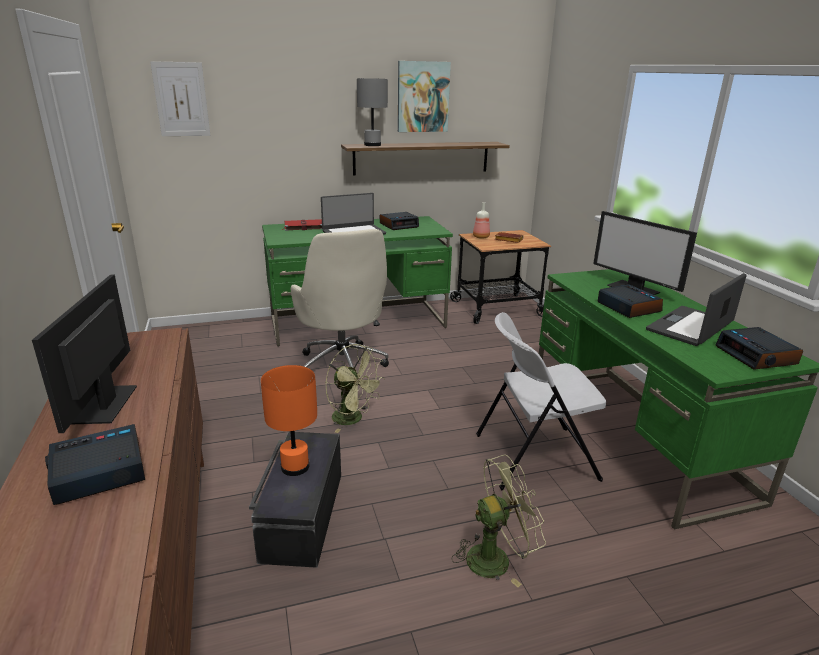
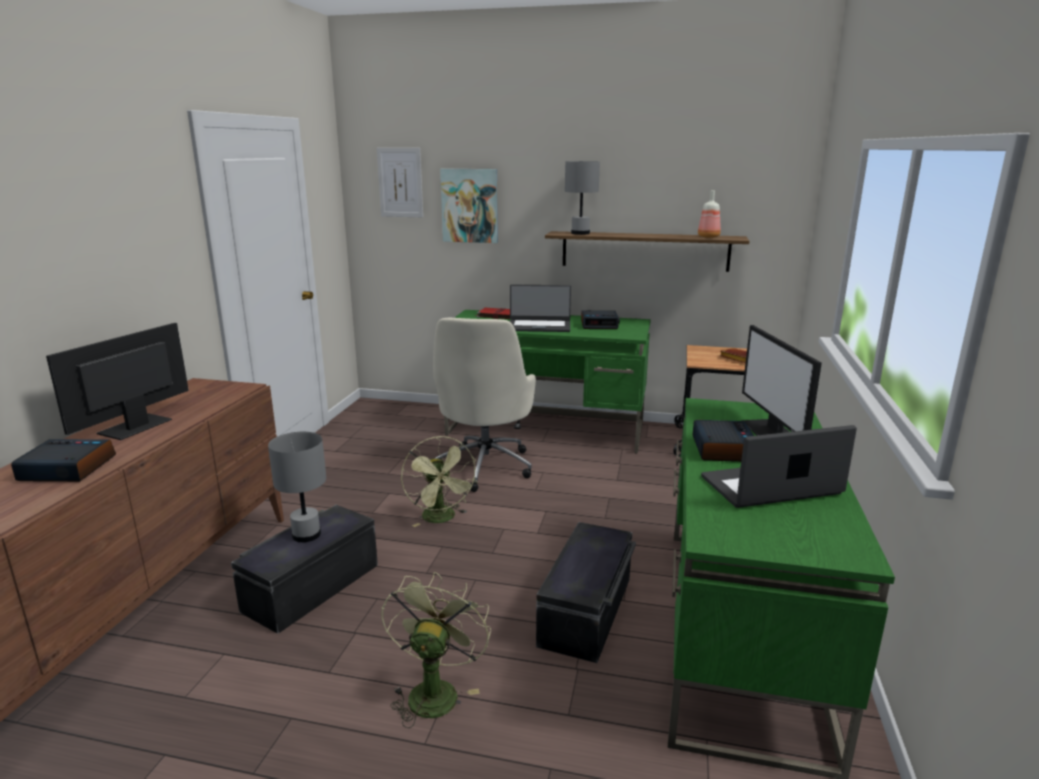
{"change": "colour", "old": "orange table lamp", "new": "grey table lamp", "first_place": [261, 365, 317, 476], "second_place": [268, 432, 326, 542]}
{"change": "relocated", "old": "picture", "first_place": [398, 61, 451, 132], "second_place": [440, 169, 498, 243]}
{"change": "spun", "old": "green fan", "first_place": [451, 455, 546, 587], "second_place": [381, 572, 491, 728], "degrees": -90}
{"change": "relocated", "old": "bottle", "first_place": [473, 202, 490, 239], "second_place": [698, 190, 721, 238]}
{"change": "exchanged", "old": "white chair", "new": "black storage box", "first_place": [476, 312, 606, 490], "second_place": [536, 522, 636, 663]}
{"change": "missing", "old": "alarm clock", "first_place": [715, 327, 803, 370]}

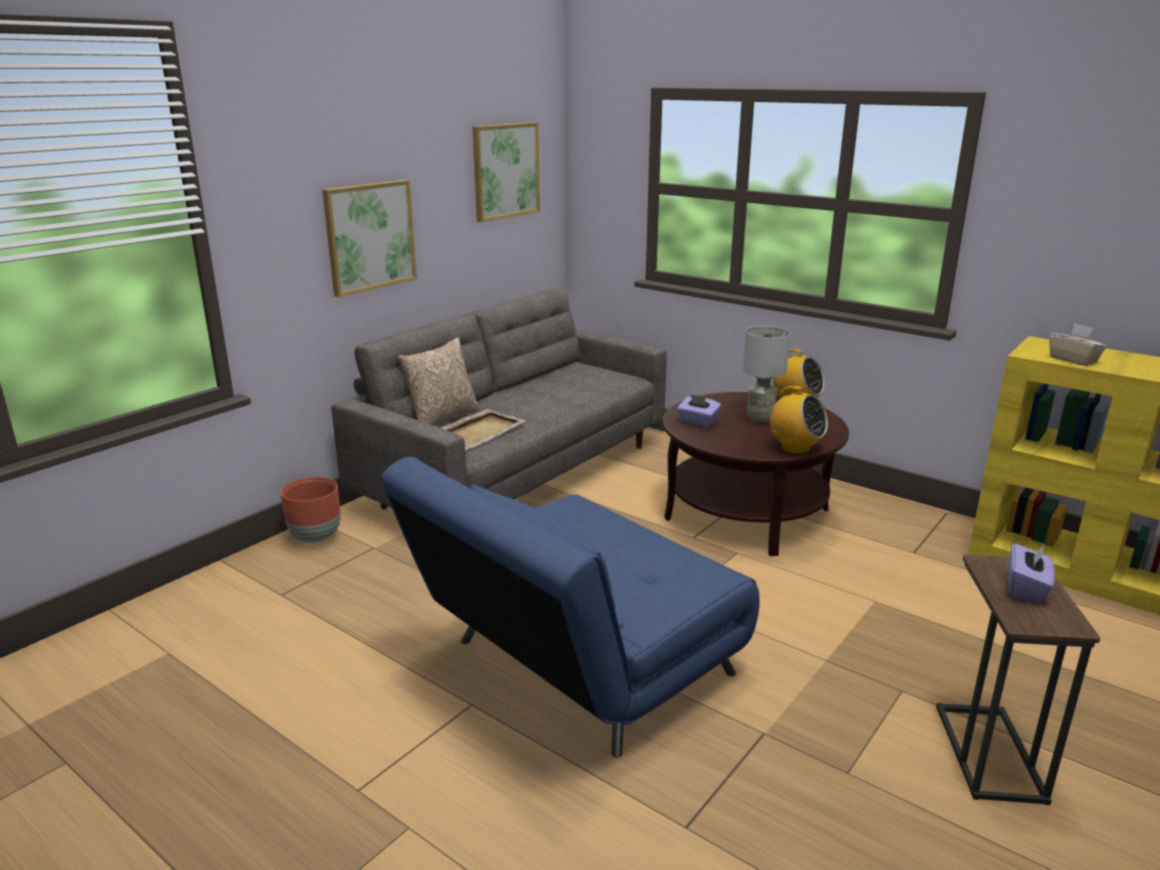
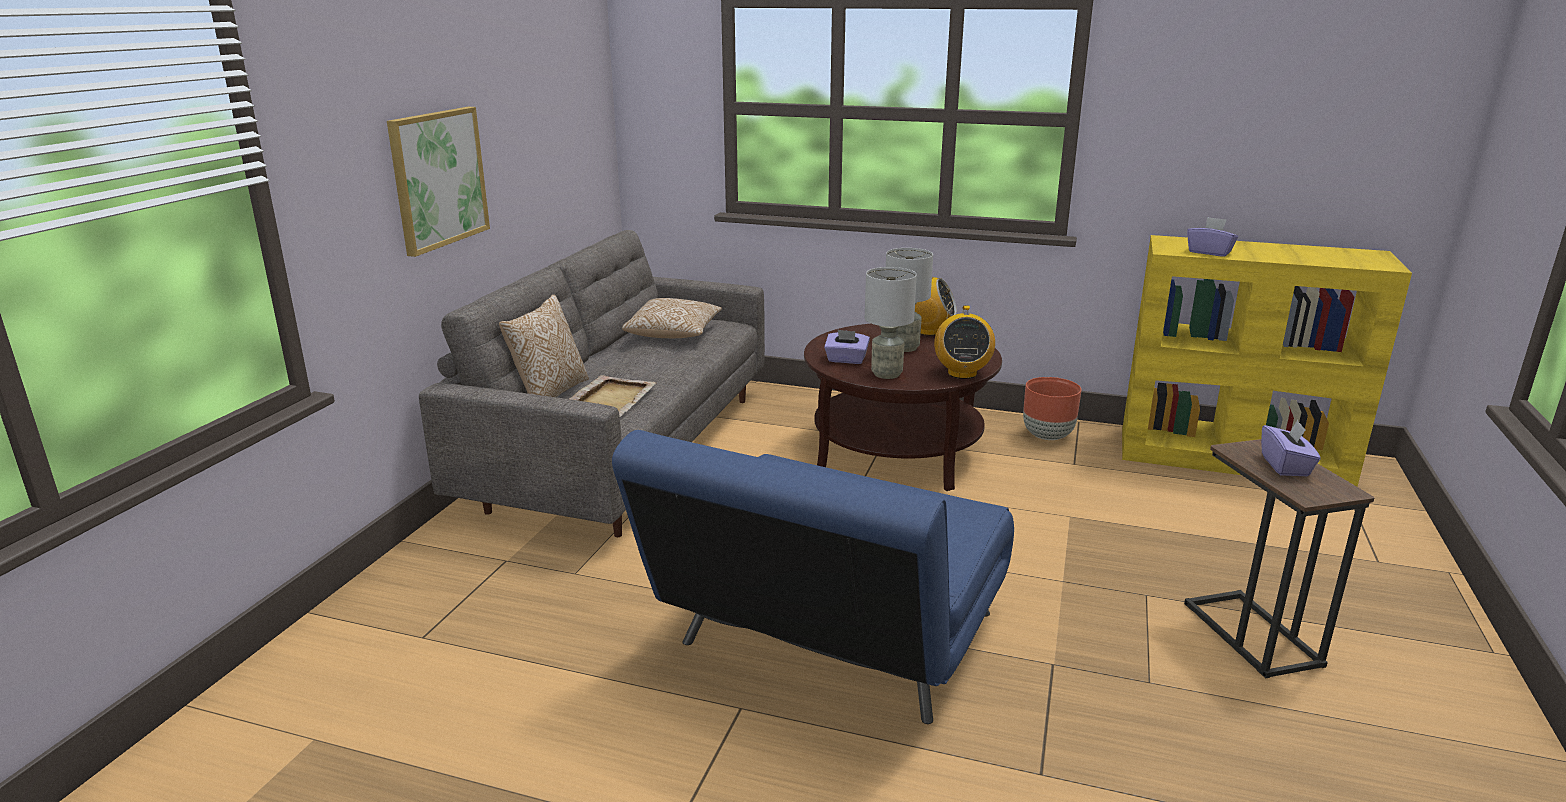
{"change": "relocated", "old": "brown planter", "first_place": [281, 477, 341, 543], "second_place": [1023, 377, 1081, 440]}
{"change": "missing", "old": "picture", "first_place": [473, 122, 540, 222]}
{"change": "spun", "old": "radio", "first_place": [767, 386, 828, 454], "second_place": [934, 305, 995, 379], "degrees": 75}
{"change": "colour", "old": "beige tissue box", "new": "purple tissue box", "first_place": [1049, 323, 1106, 366], "second_place": [1187, 217, 1238, 257]}
{"change": "appeared", "new": "pillow", "second_place": [622, 298, 722, 338]}
{"change": "appeared", "new": "grey table lamp", "second_place": [865, 267, 917, 379]}

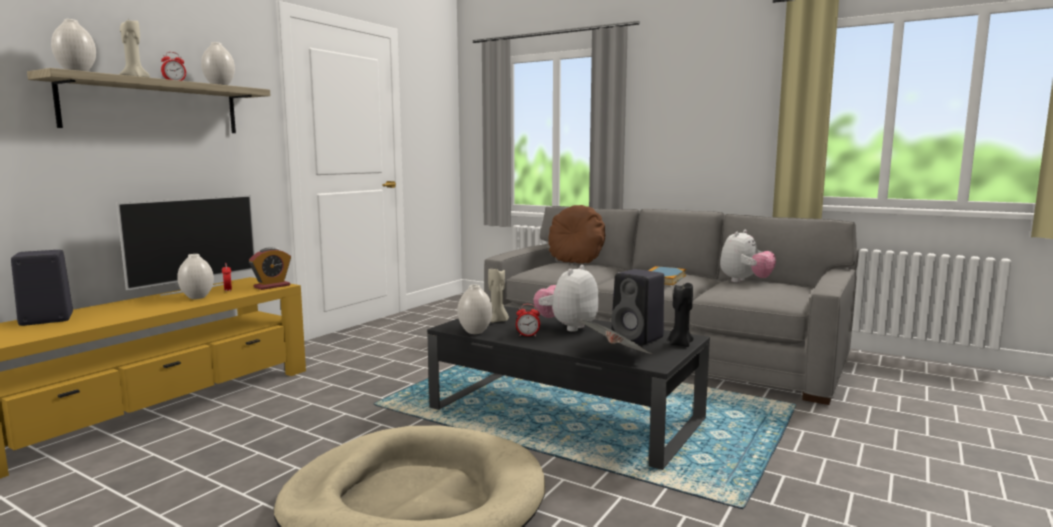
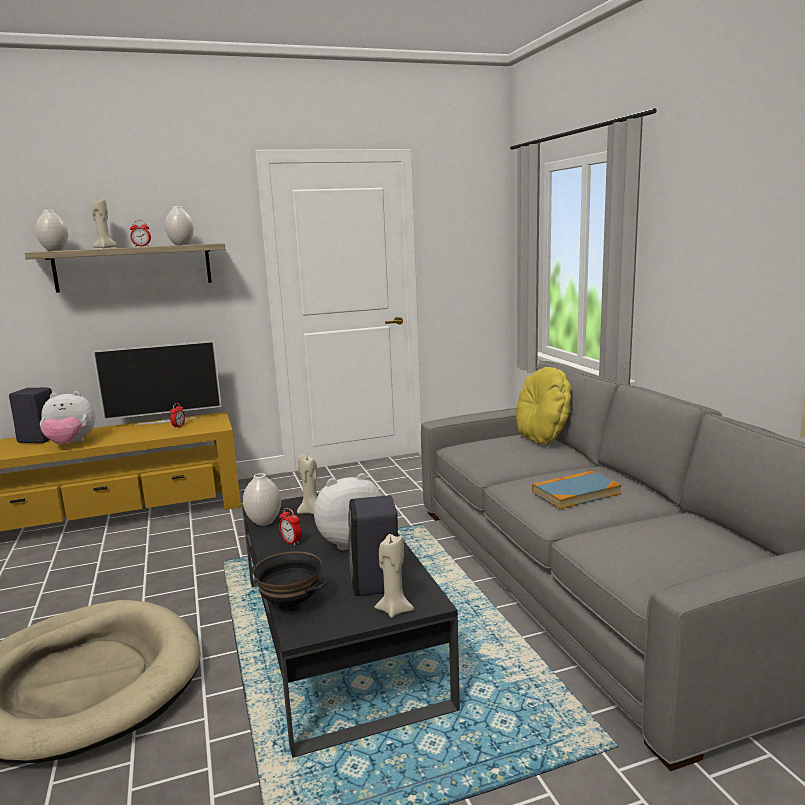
{"change": "missing", "old": "white vase", "first_place": [177, 254, 214, 299]}
{"change": "missing", "old": "alarm clock", "first_place": [249, 248, 291, 290]}
{"change": "colour", "old": "brown pillow", "new": "yellow pillow", "first_place": [548, 205, 605, 263], "second_place": [516, 367, 572, 445]}
{"change": "exchanged", "old": "newspaper", "new": "black bowl", "first_place": [577, 320, 650, 353], "second_place": [251, 551, 327, 612]}
{"change": "colour", "old": "black candle", "new": "beige candle", "first_place": [669, 283, 694, 347], "second_place": [374, 534, 414, 618]}
{"change": "relocated", "old": "plush toy", "first_place": [720, 230, 776, 282], "second_place": [40, 391, 96, 444]}

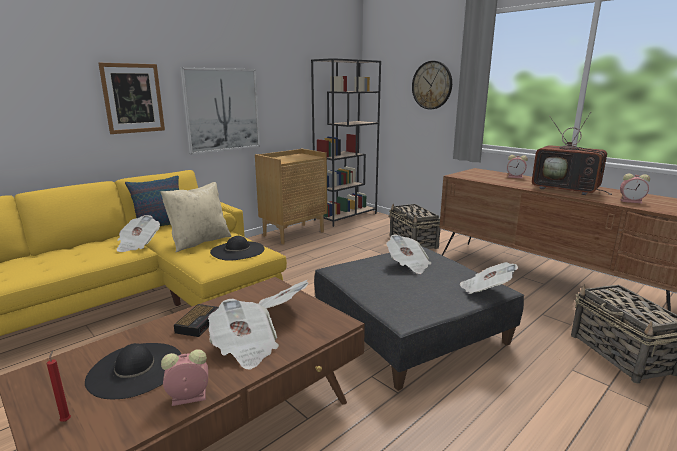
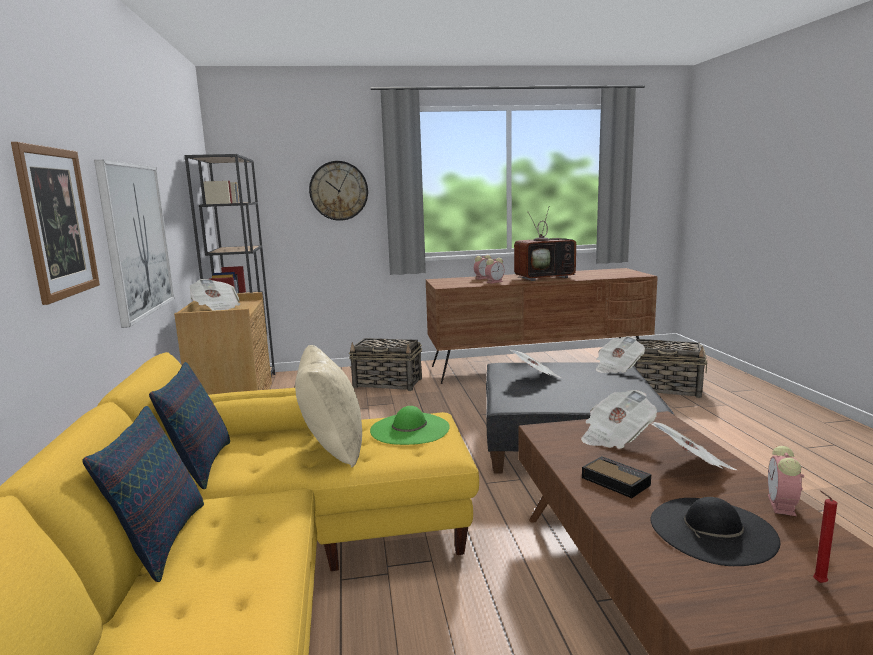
{"change": "relocated", "old": "newspaper", "first_place": [116, 215, 160, 252], "second_place": [189, 279, 240, 311]}
{"change": "colour", "old": "black hat", "new": "green hat", "first_place": [210, 236, 264, 261], "second_place": [370, 406, 450, 445]}
{"change": "relocated", "old": "alarm clock", "first_place": [620, 174, 650, 203], "second_place": [485, 258, 505, 284]}
{"change": "appeared", "new": "blue pillow", "second_place": [82, 406, 204, 582]}

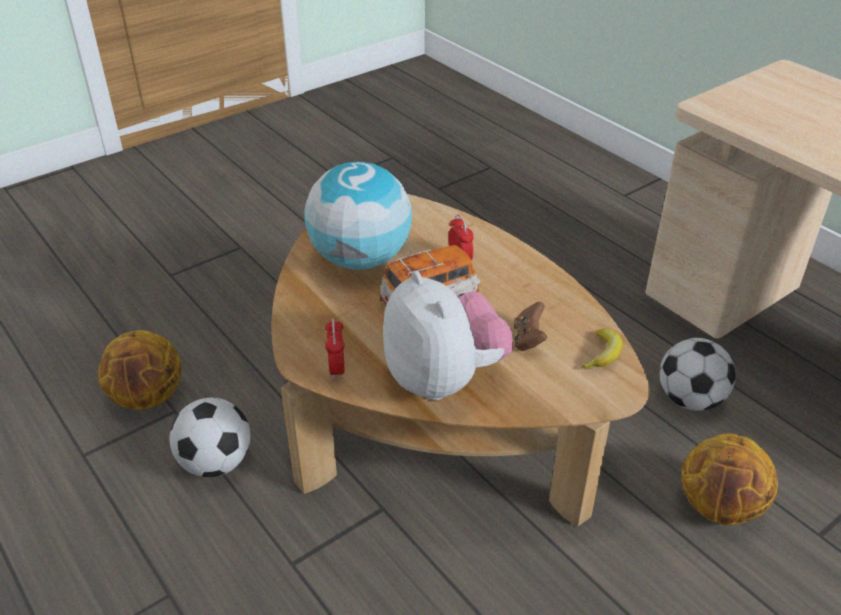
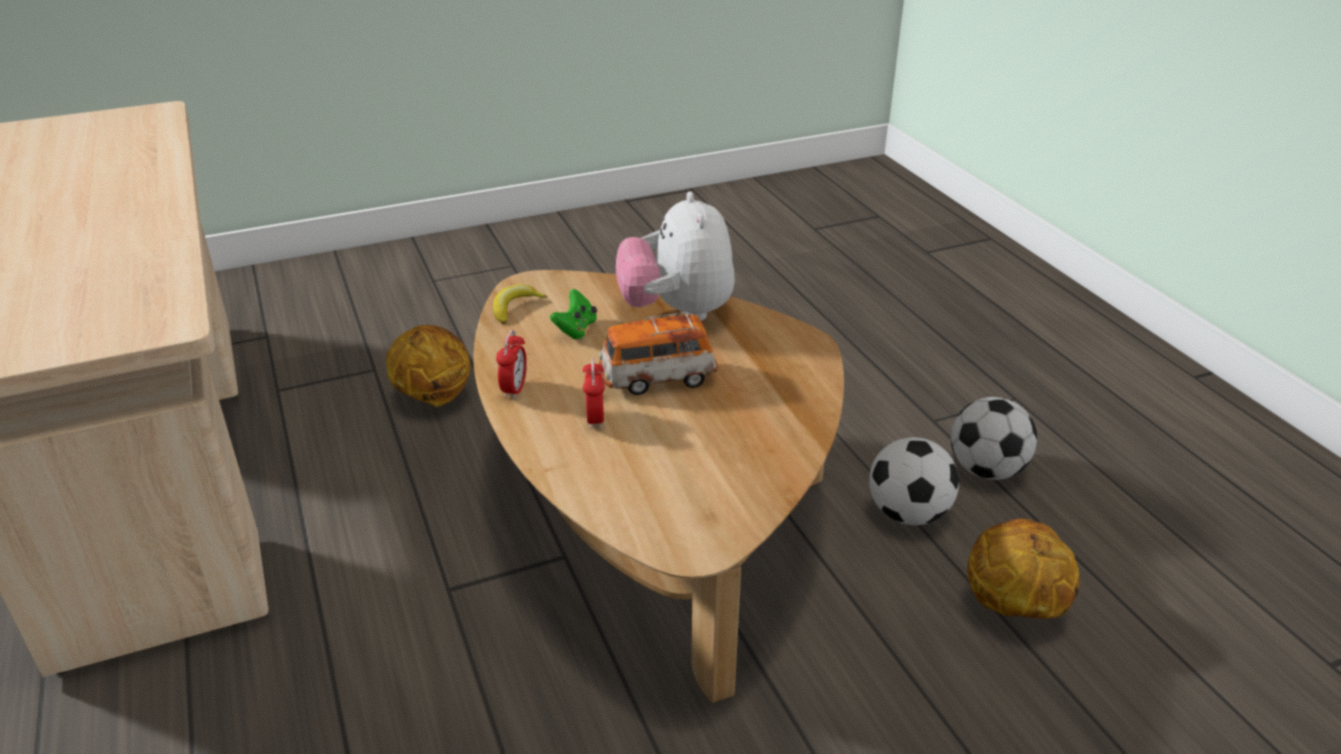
{"change": "missing", "old": "globe", "first_place": [304, 162, 412, 270]}
{"change": "relocated", "old": "alarm clock", "first_place": [325, 318, 345, 379], "second_place": [496, 330, 527, 400]}
{"change": "colour", "old": "brown game controller", "new": "green game controller", "first_place": [514, 302, 547, 351], "second_place": [550, 289, 597, 339]}
{"change": "relocated", "old": "football", "first_place": [660, 338, 736, 411], "second_place": [951, 397, 1037, 480]}

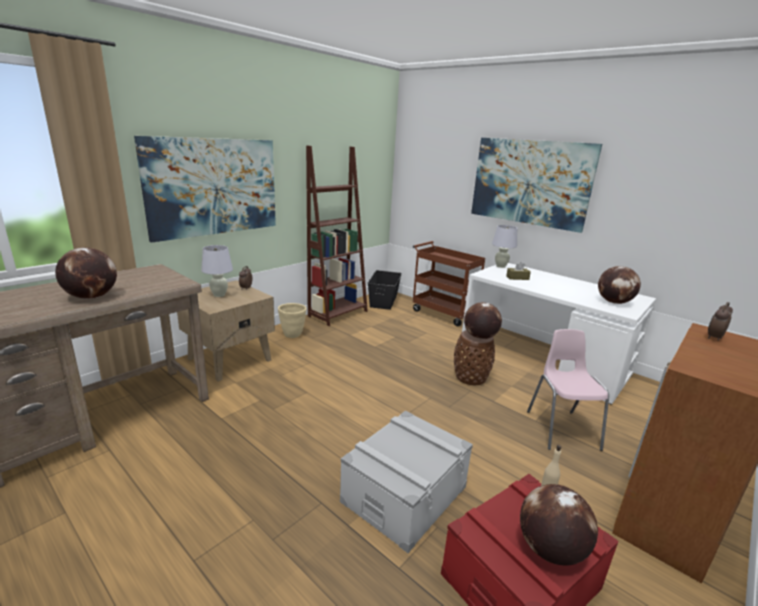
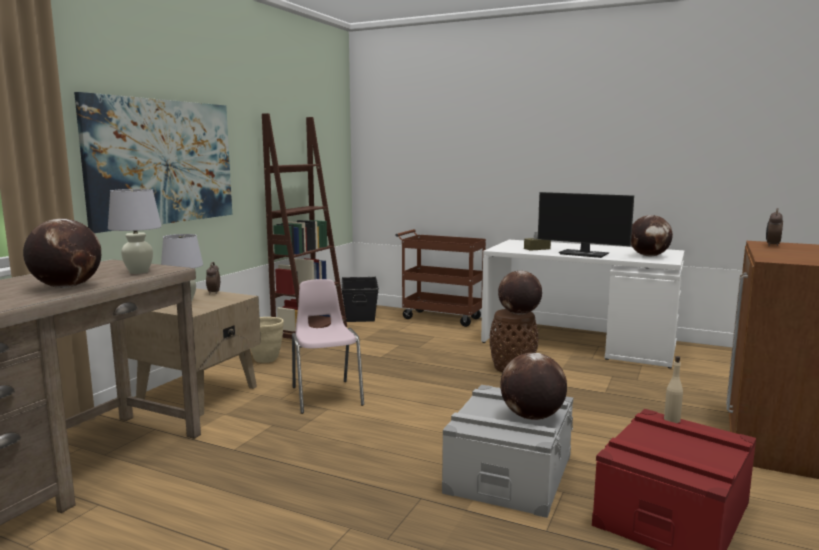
{"change": "missing", "old": "picture", "first_place": [471, 138, 602, 233]}
{"change": "relocated", "old": "white table lamp", "first_place": [492, 225, 517, 268], "second_place": [108, 189, 162, 274]}
{"change": "relocated", "old": "globe", "first_place": [520, 484, 598, 566], "second_place": [500, 353, 567, 420]}
{"change": "relocated", "old": "pink chair", "first_place": [527, 329, 609, 451], "second_place": [292, 279, 364, 414]}
{"change": "appeared", "new": "monitor", "second_place": [538, 192, 634, 258]}

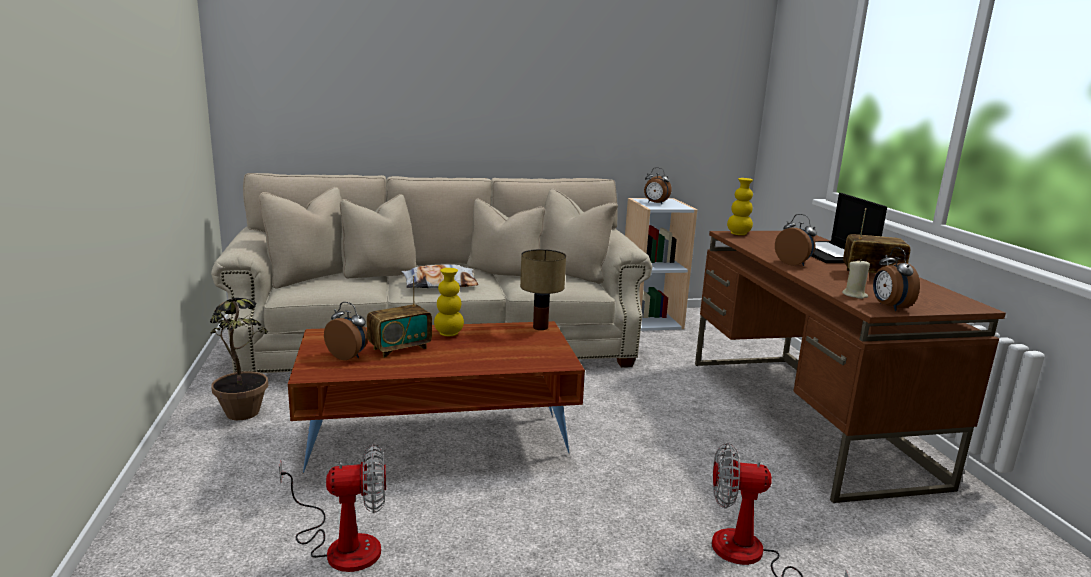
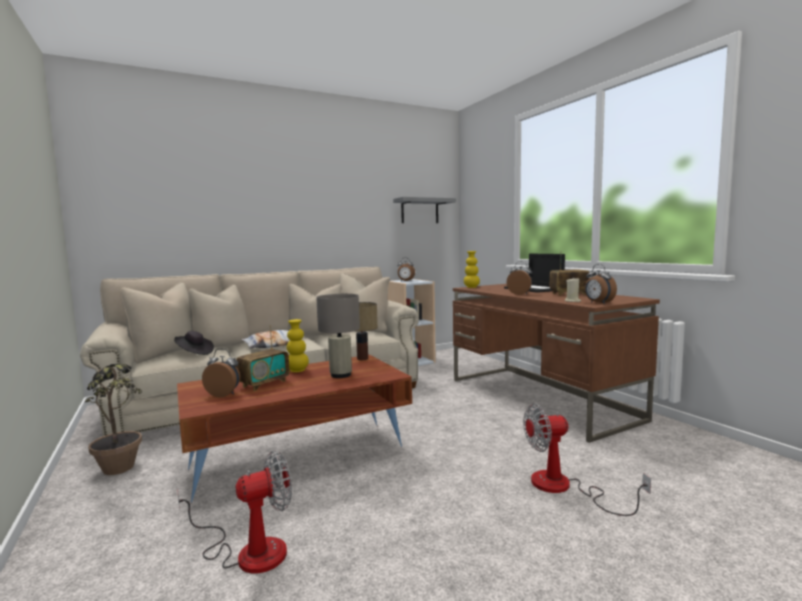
{"change": "appeared", "new": "black hat", "second_place": [174, 331, 214, 355]}
{"change": "appeared", "new": "grey table lamp", "second_place": [317, 294, 360, 378]}
{"change": "appeared", "new": "grey shelf", "second_place": [393, 197, 456, 223]}

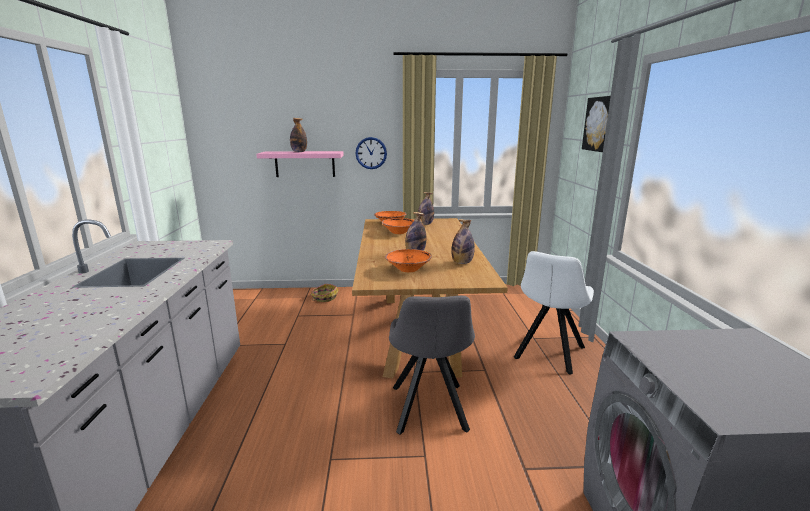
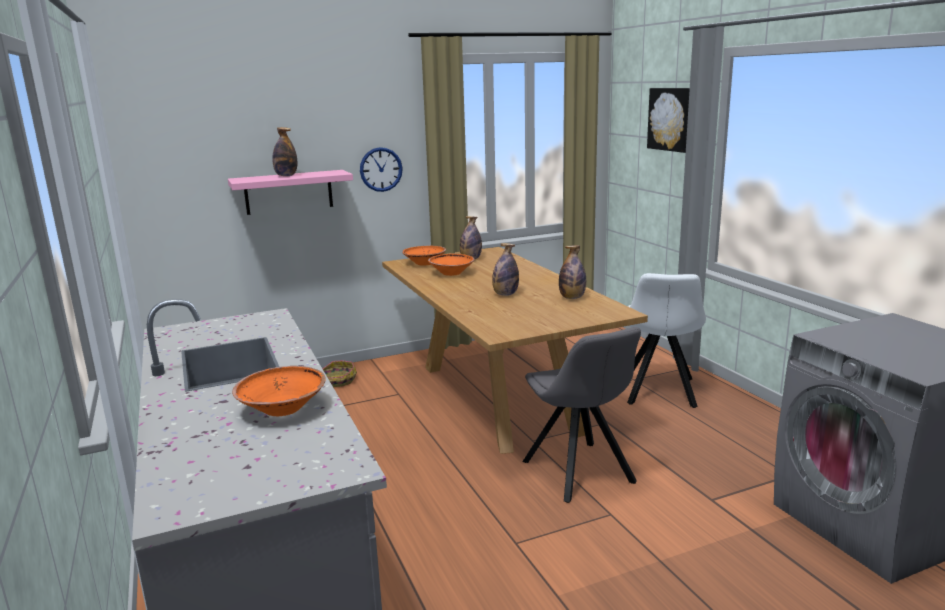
{"change": "relocated", "old": "orange bowl", "first_place": [385, 249, 432, 272], "second_place": [232, 366, 326, 416]}

